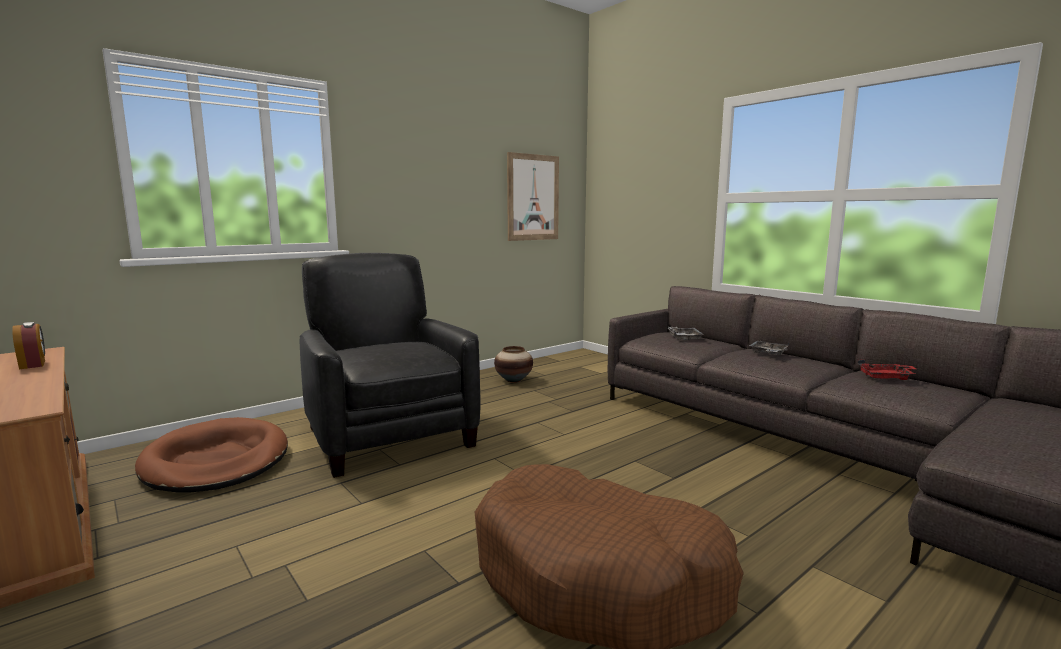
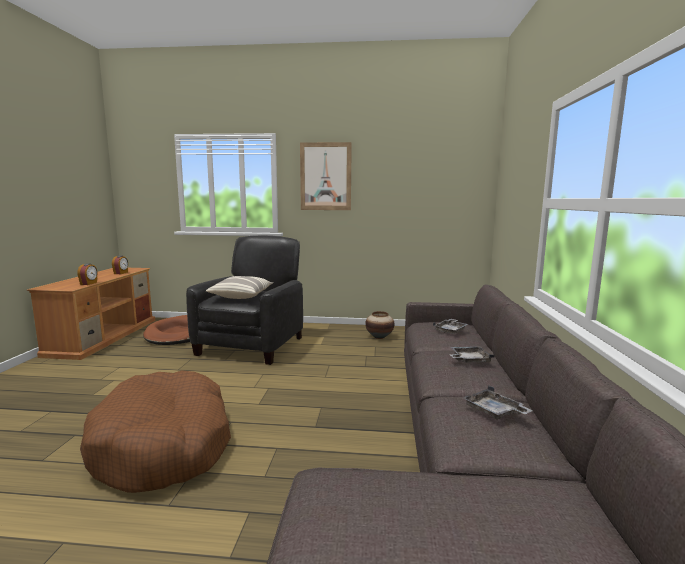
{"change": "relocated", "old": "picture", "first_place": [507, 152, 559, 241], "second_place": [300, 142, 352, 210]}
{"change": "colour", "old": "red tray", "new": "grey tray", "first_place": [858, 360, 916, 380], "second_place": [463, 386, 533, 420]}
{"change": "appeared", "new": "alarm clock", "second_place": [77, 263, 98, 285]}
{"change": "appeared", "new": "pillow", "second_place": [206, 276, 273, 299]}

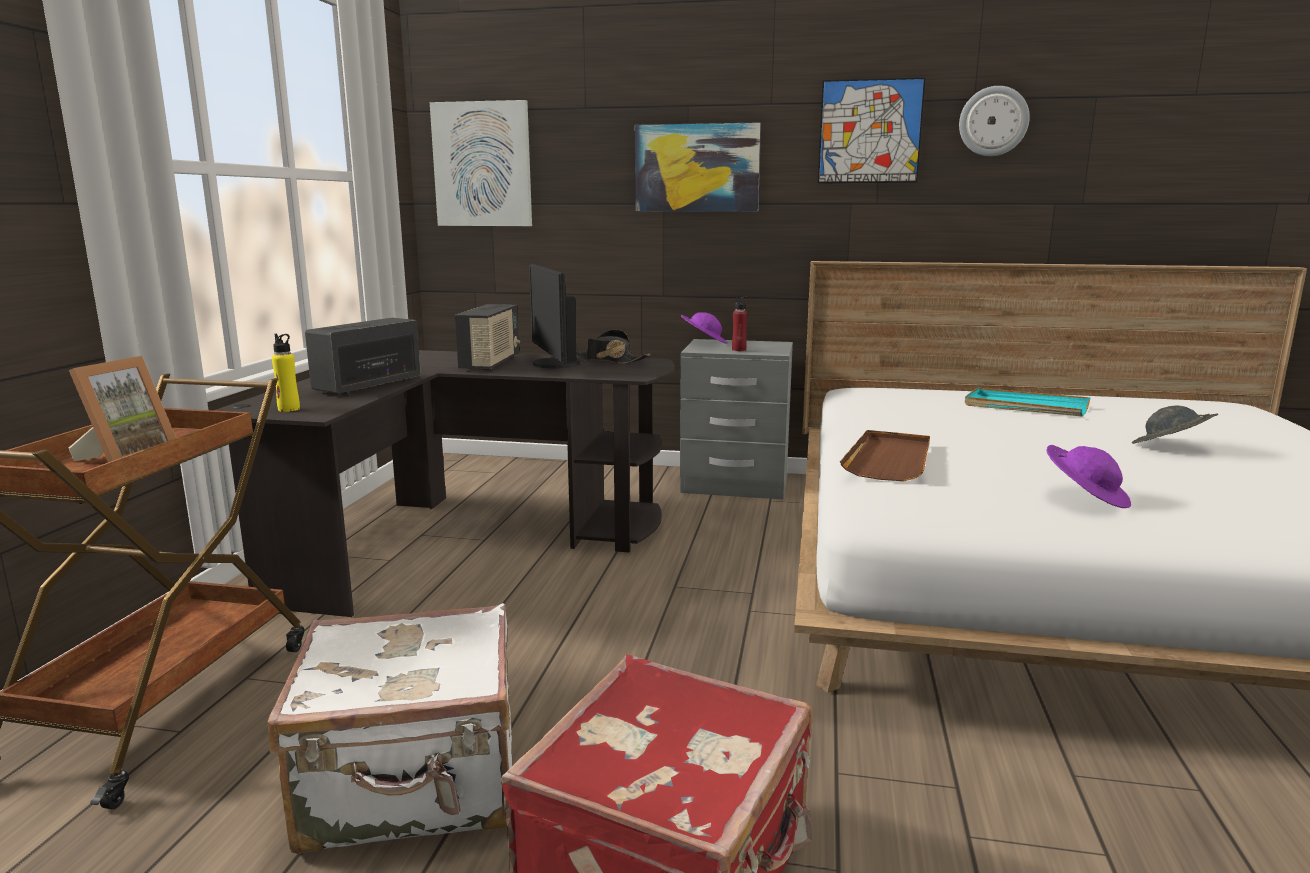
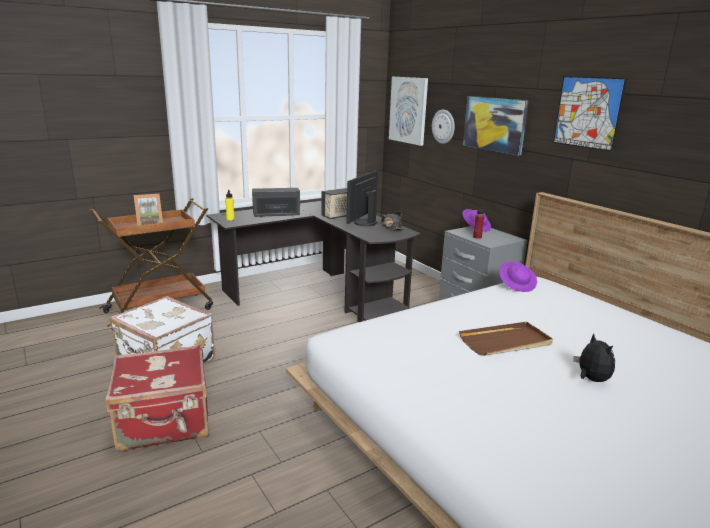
{"change": "relocated", "old": "brown tray", "first_place": [840, 430, 930, 481], "second_place": [459, 322, 553, 356]}
{"change": "relocated", "old": "wall clock", "first_place": [959, 86, 1030, 156], "second_place": [432, 109, 455, 144]}
{"change": "missing", "old": "turquoise tray", "first_place": [965, 388, 1091, 417]}
{"change": "relocated", "old": "purple hat", "first_place": [1047, 445, 1131, 508], "second_place": [499, 261, 537, 292]}
{"change": "exchanged", "old": "grey hat", "new": "plush toy", "first_place": [1132, 406, 1218, 444], "second_place": [573, 334, 615, 382]}

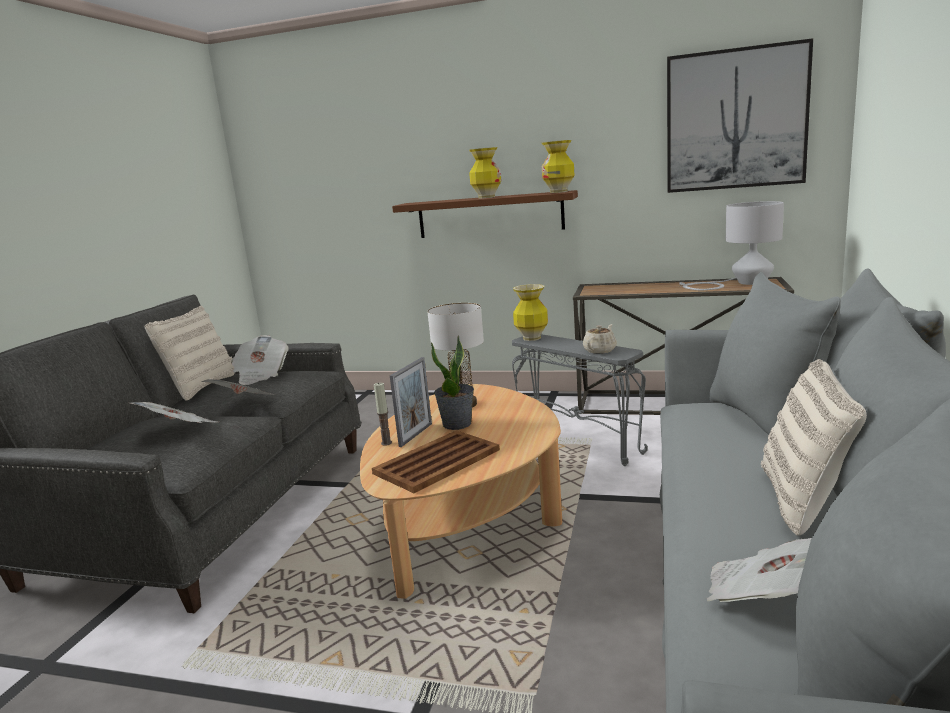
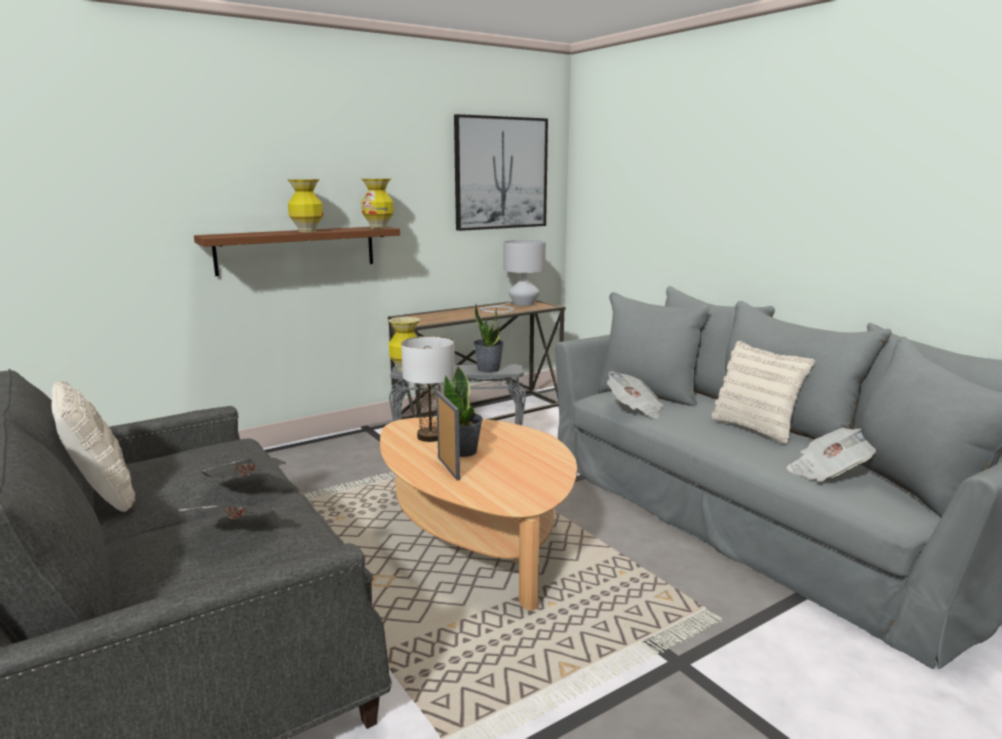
{"change": "relocated", "old": "newspaper", "first_place": [231, 335, 289, 385], "second_place": [607, 371, 663, 418]}
{"change": "missing", "old": "brown tray", "first_place": [372, 430, 500, 493]}
{"change": "missing", "old": "candle", "first_place": [374, 382, 392, 446]}
{"change": "exchanged", "old": "beige teapot", "new": "potted plant", "first_place": [583, 324, 617, 354], "second_place": [473, 303, 504, 373]}

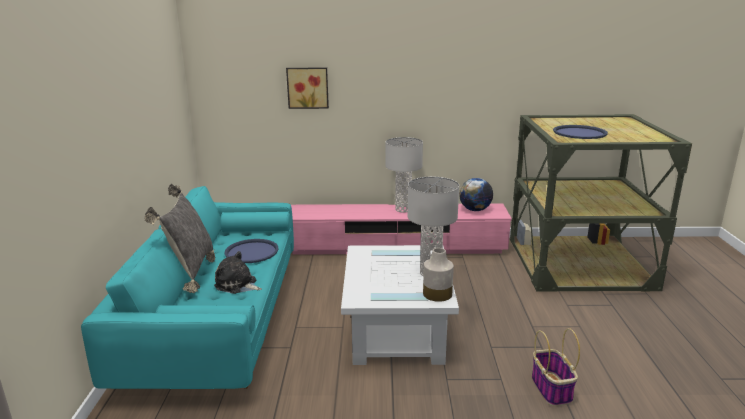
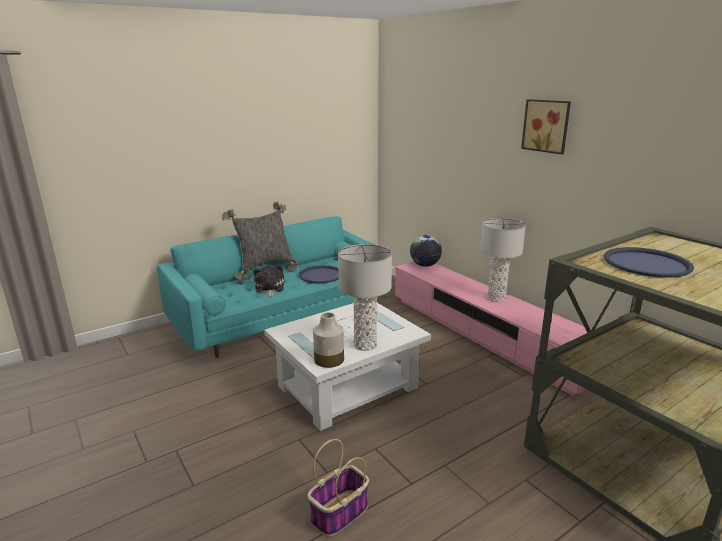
{"change": "relocated", "old": "picture", "first_place": [286, 67, 329, 109], "second_place": [521, 99, 571, 154]}
{"change": "relocated", "old": "globe", "first_place": [459, 178, 493, 211], "second_place": [410, 235, 442, 267]}

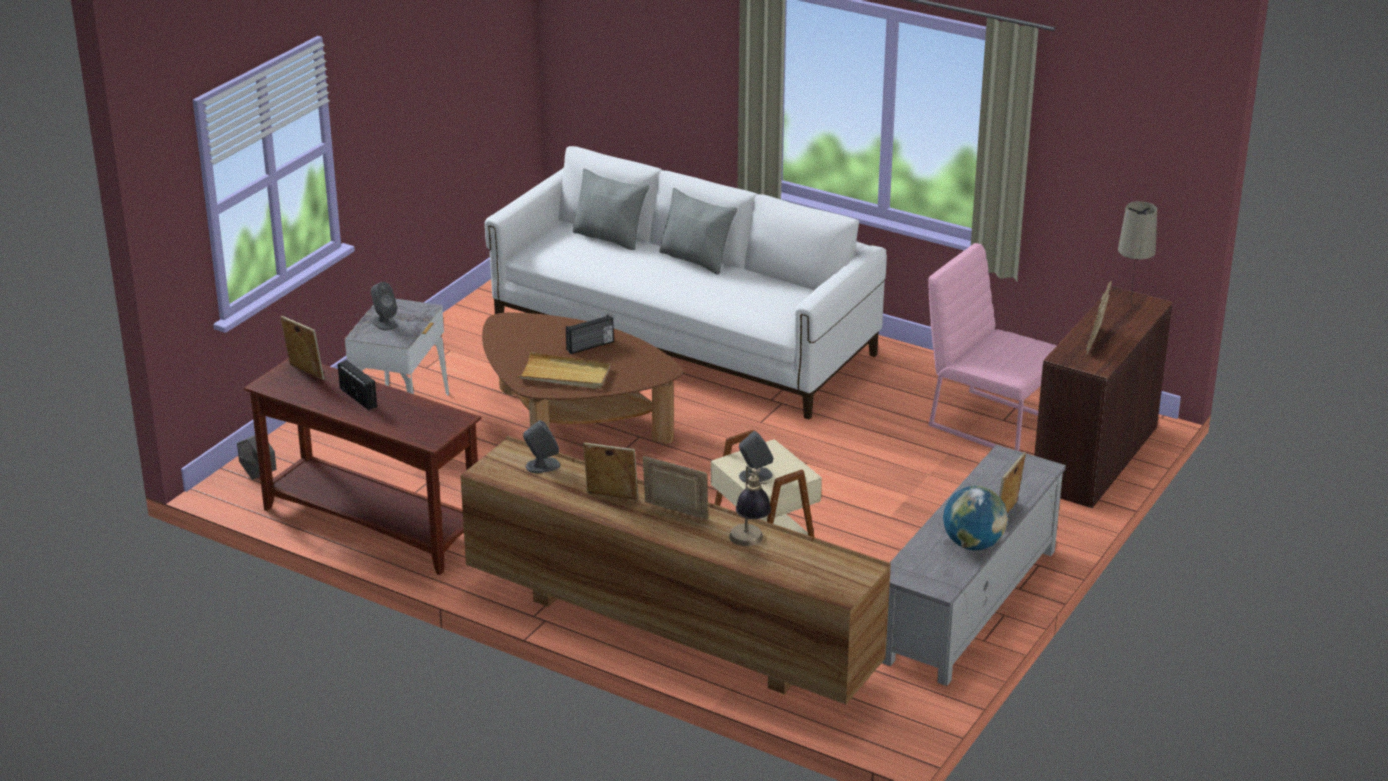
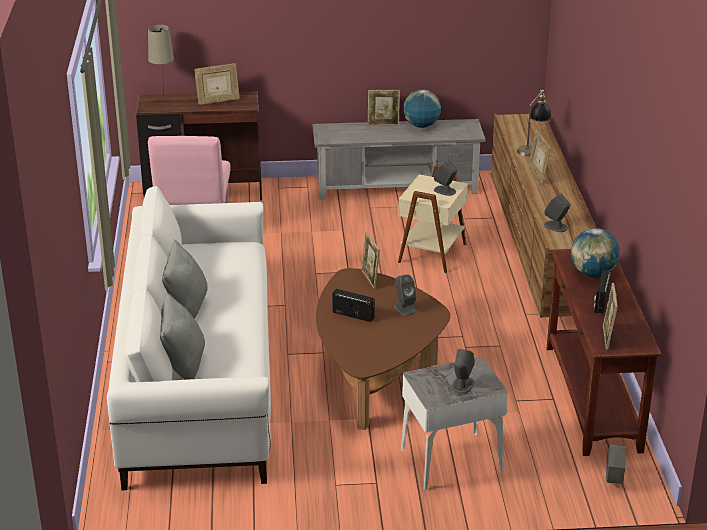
{"change": "exchanged", "old": "beige tray", "new": "grey speaker", "first_place": [518, 352, 611, 389], "second_place": [394, 274, 416, 316]}
{"change": "relocated", "old": "picture frame", "first_place": [583, 443, 638, 501], "second_place": [361, 231, 380, 289]}
{"change": "appeared", "new": "globe", "second_place": [571, 228, 620, 277]}

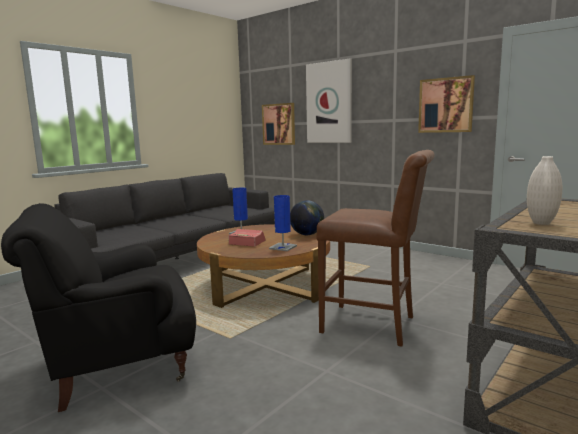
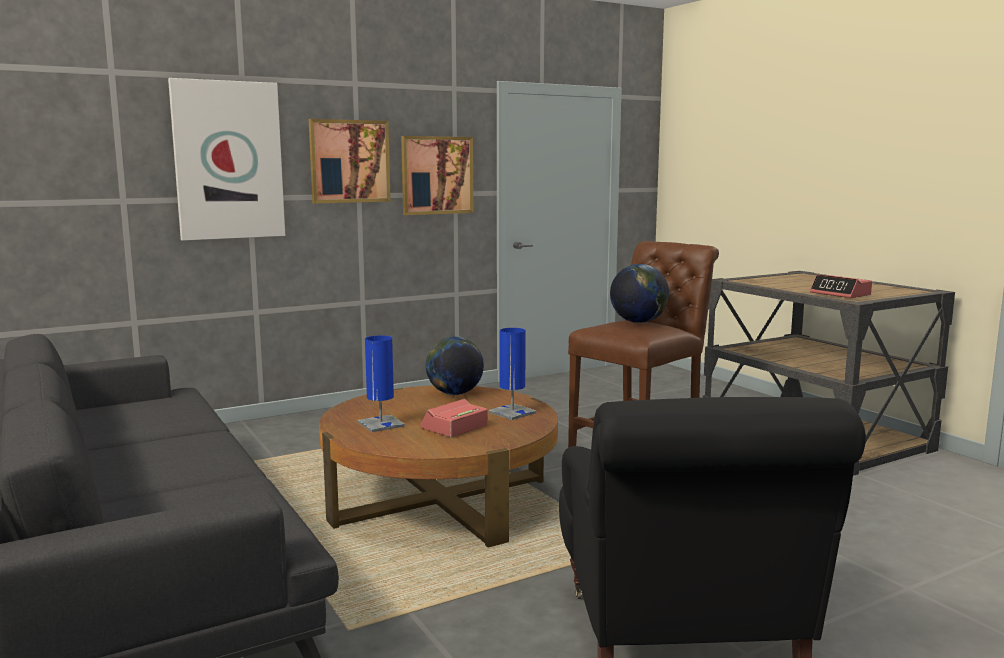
{"change": "relocated", "old": "picture", "first_place": [262, 103, 295, 145], "second_place": [309, 119, 391, 204]}
{"change": "exchanged", "old": "white vase", "new": "alarm clock", "first_place": [527, 156, 563, 225], "second_place": [810, 274, 872, 298]}
{"change": "appeared", "new": "globe", "second_place": [610, 264, 669, 323]}

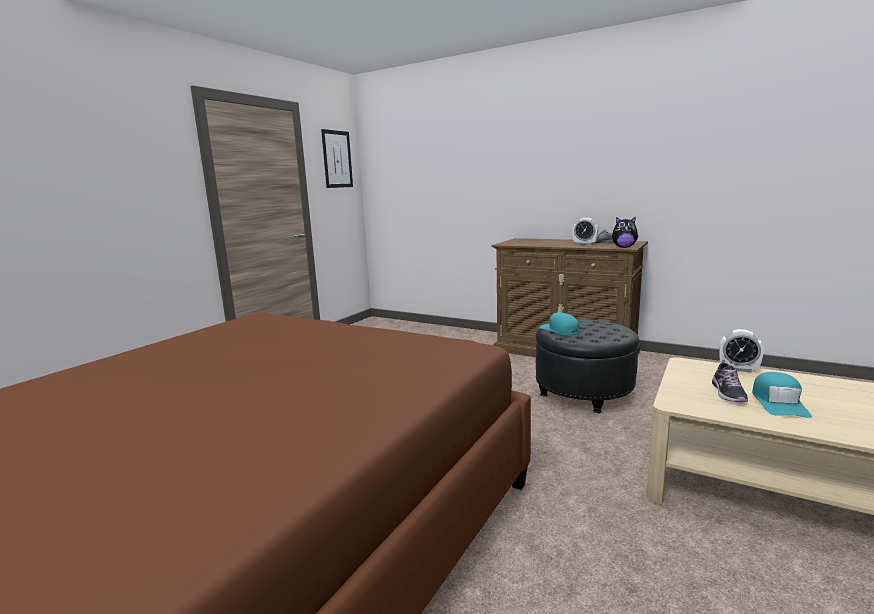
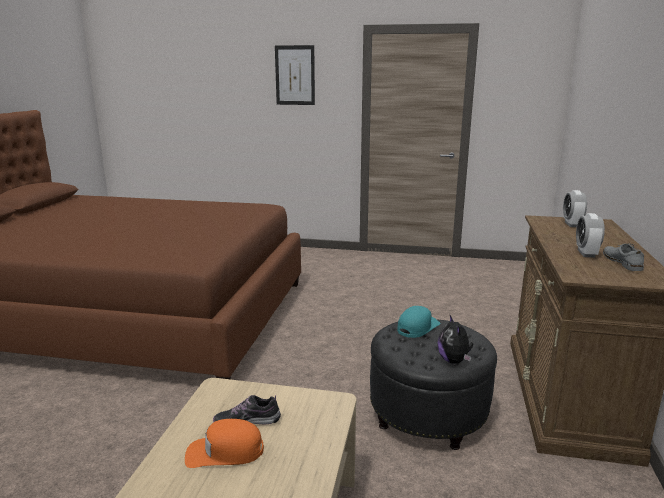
{"change": "relocated", "old": "picture", "first_place": [321, 129, 353, 188], "second_place": [275, 45, 315, 105]}
{"change": "relocated", "old": "plush toy", "first_place": [612, 217, 639, 248], "second_place": [438, 315, 473, 364]}
{"change": "relocated", "old": "alarm clock", "first_place": [719, 329, 764, 373], "second_place": [563, 190, 587, 227]}
{"change": "colour", "old": "turquoise cap", "new": "orange cap", "first_place": [752, 372, 812, 418], "second_place": [185, 419, 264, 468]}

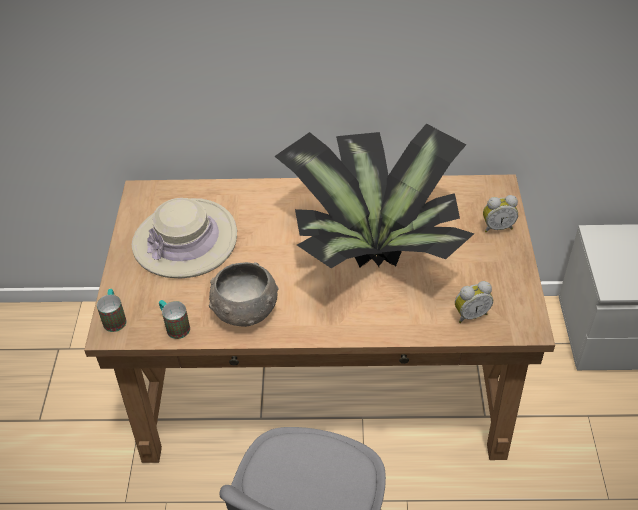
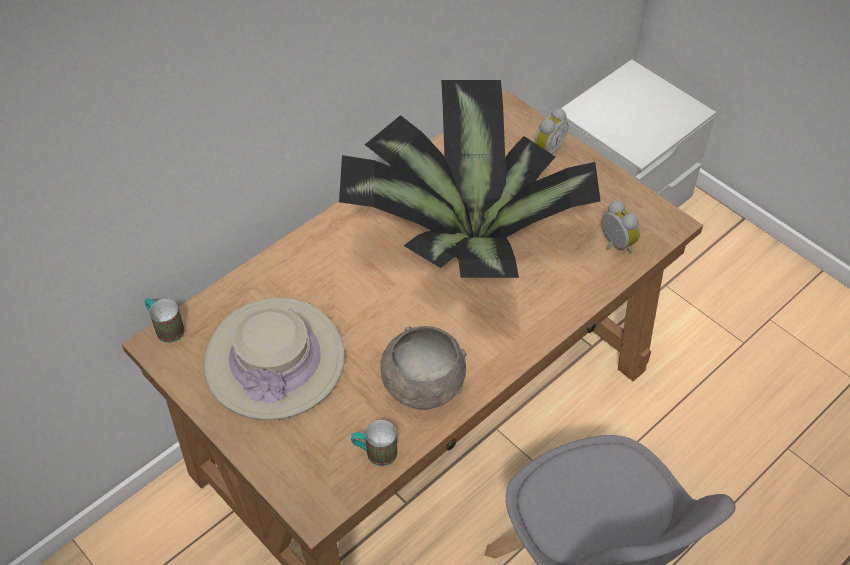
{"change": "relocated", "old": "mug", "first_place": [97, 289, 127, 332], "second_place": [144, 298, 185, 343]}
{"change": "spun", "old": "alarm clock", "first_place": [455, 281, 493, 323], "second_place": [601, 201, 640, 253], "degrees": -60}

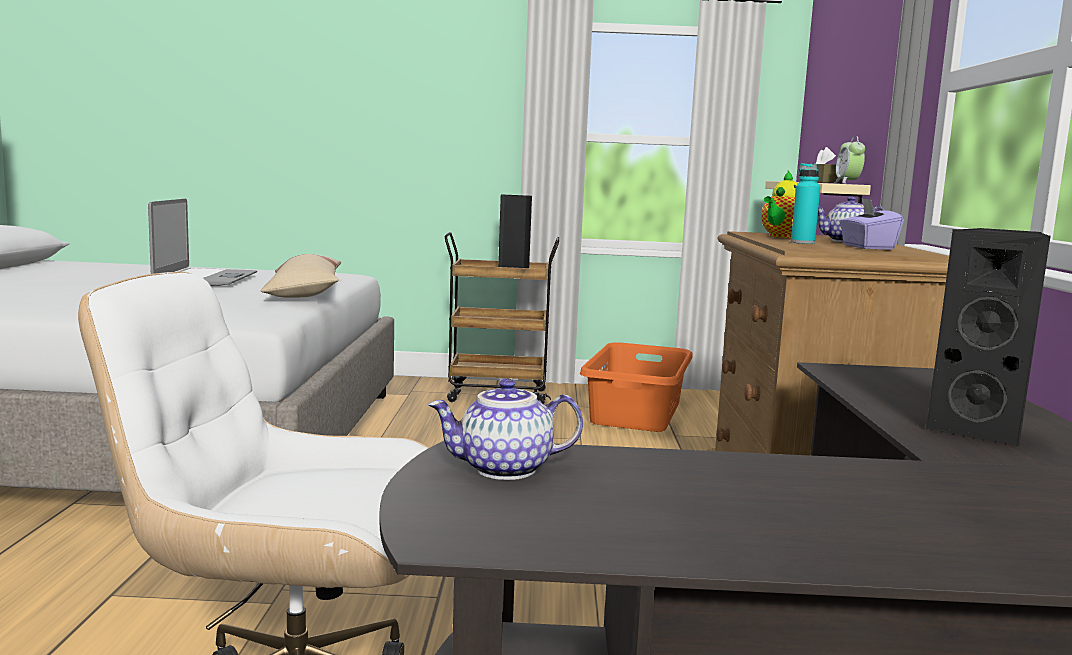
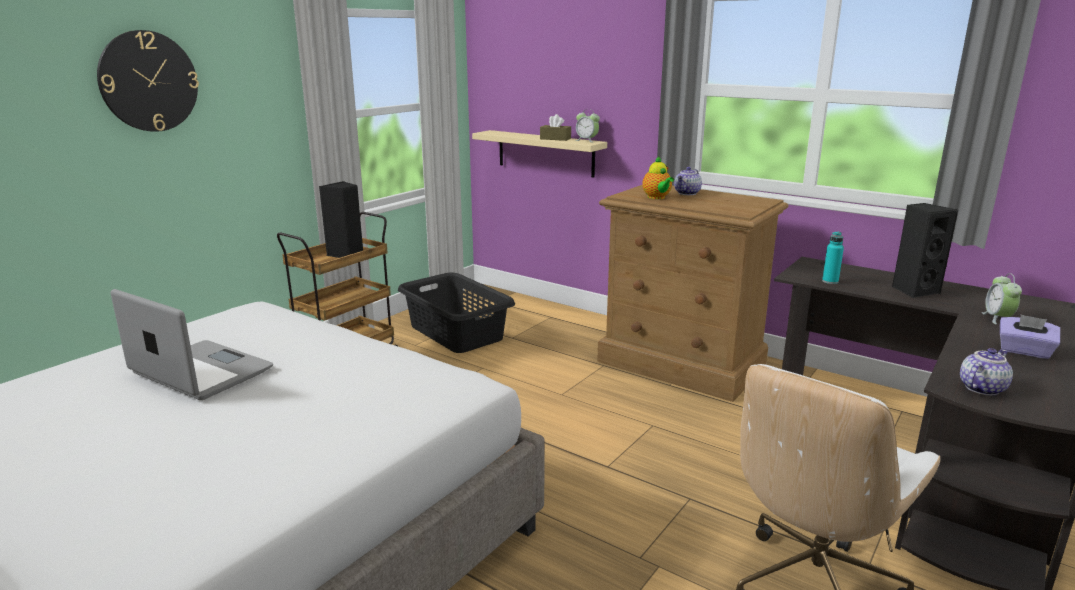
{"change": "missing", "old": "beige pillow", "first_place": [260, 254, 341, 298]}
{"change": "spun", "old": "teapot", "first_place": [428, 379, 583, 480], "second_place": [960, 348, 1013, 395], "degrees": -150}
{"change": "colour", "old": "orange laundry basket", "new": "black laundry basket", "first_place": [580, 342, 693, 432], "second_place": [398, 273, 515, 353]}
{"change": "relocated", "old": "turquoise bottle", "first_place": [791, 163, 820, 244], "second_place": [822, 231, 844, 284]}
{"change": "relocated", "old": "purple tissue box", "first_place": [840, 198, 904, 250], "second_place": [1000, 315, 1060, 359]}
{"change": "appeared", "new": "wall clock", "second_place": [97, 30, 199, 132]}
{"change": "appeared", "new": "alarm clock", "second_place": [982, 273, 1022, 324]}

